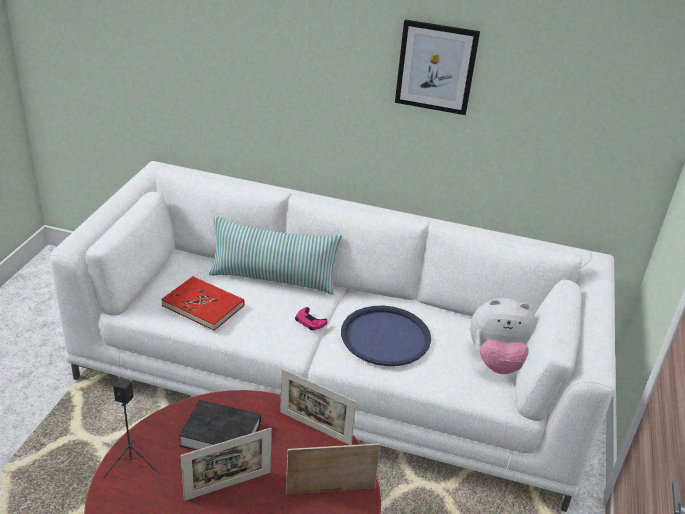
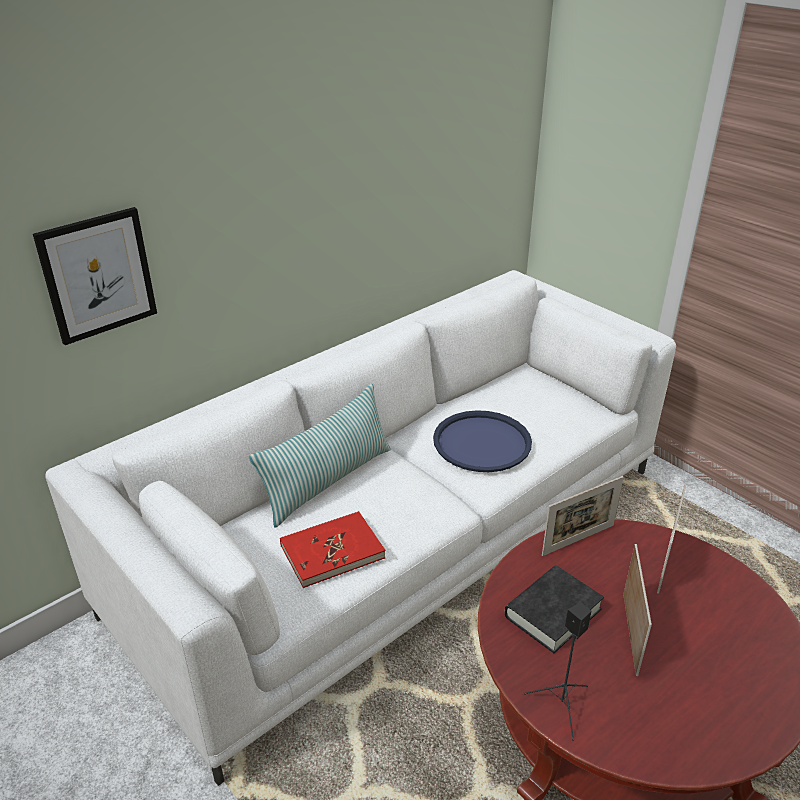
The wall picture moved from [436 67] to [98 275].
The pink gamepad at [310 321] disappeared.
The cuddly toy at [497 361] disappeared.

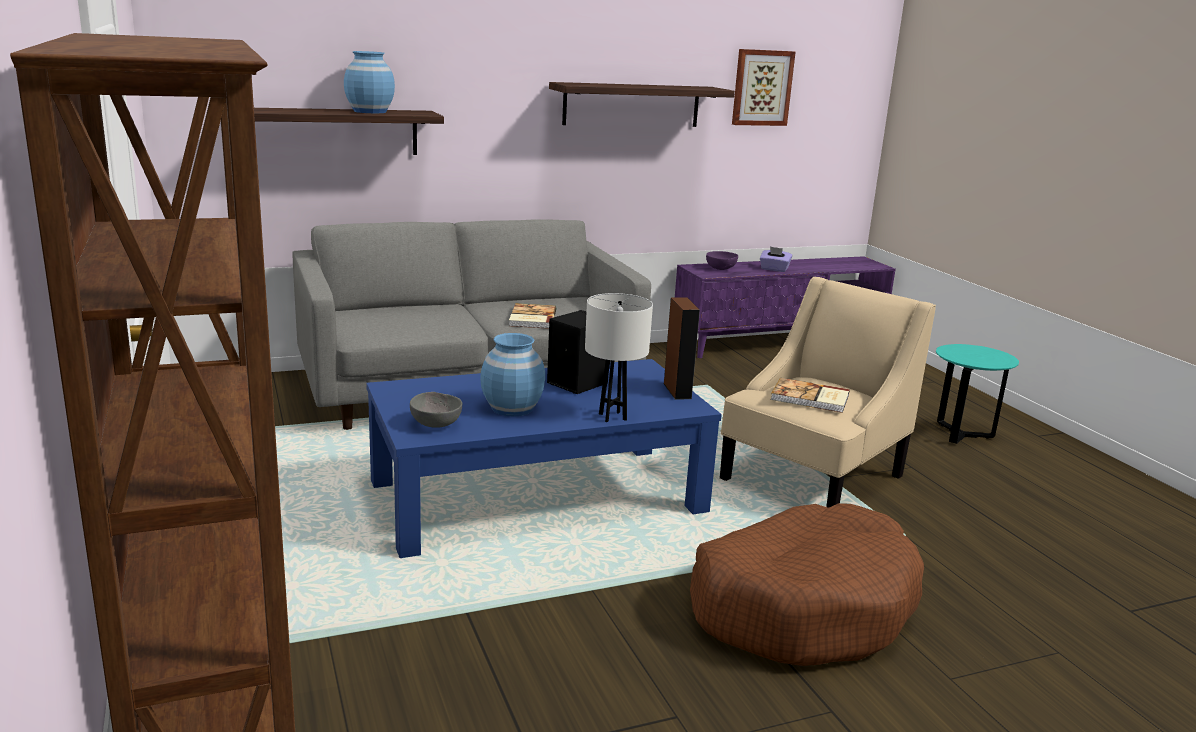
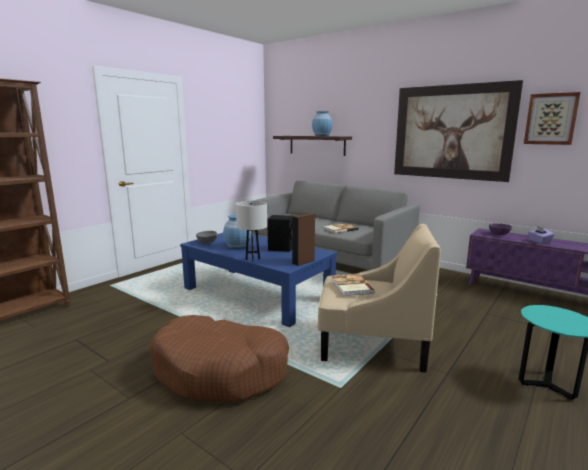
The shelf at [632 105] was replaced by the wall picture at [452 132].

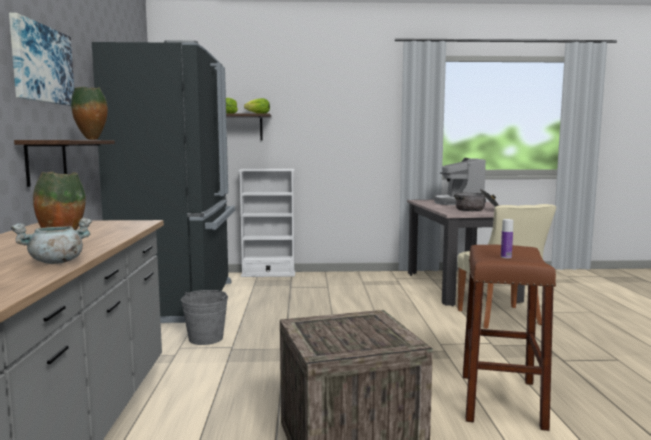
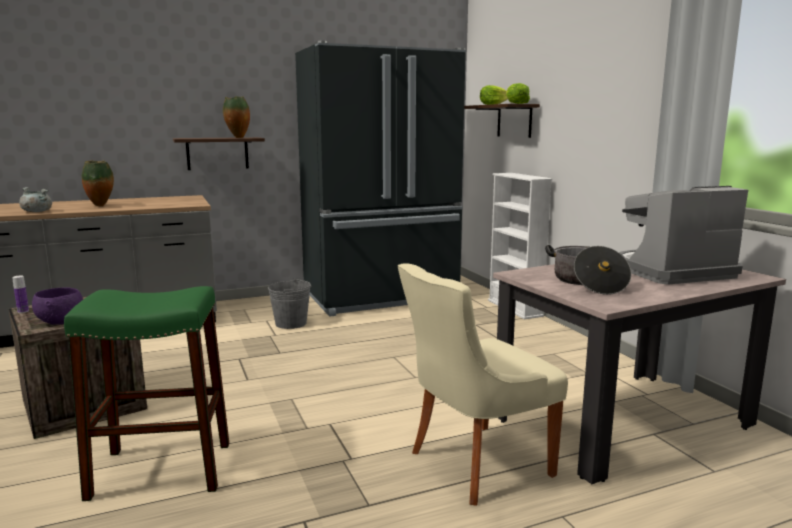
The drink bottle moved from [506 257] to [23 311].
The purplish serving bowl at [61 322] appeared.
The brown stool at [501 400] became the green stool at [162 470].
The wall picture at [41 64] disappeared.

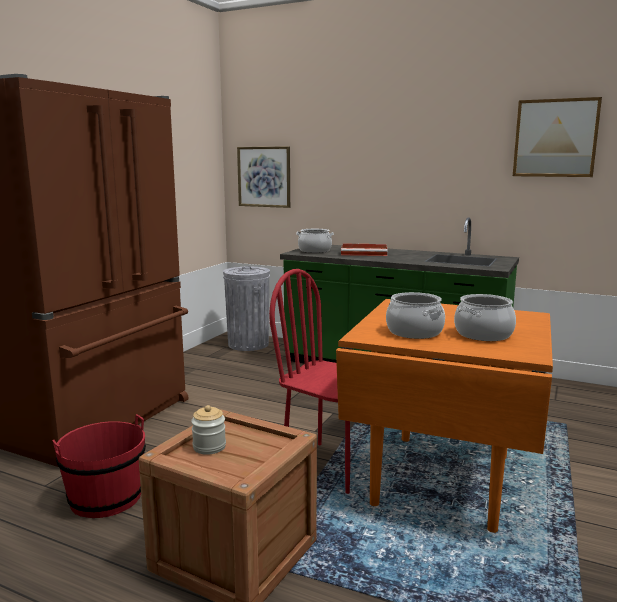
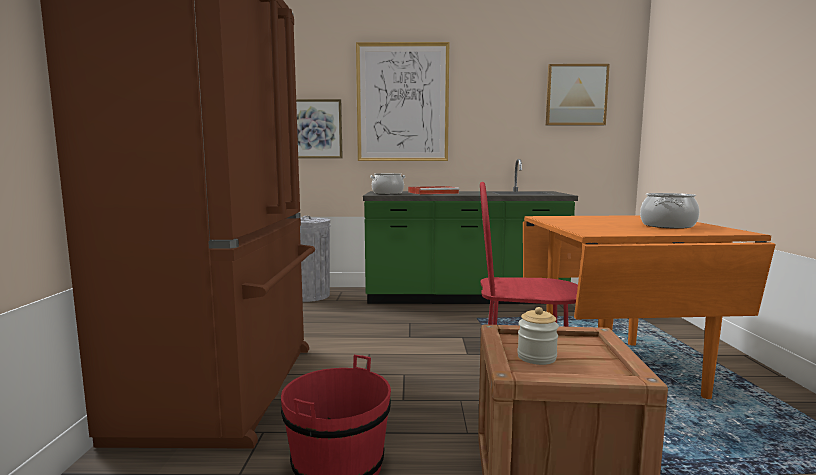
The wall picture at [402 103] appeared.
The saucepot at [414 332] disappeared.

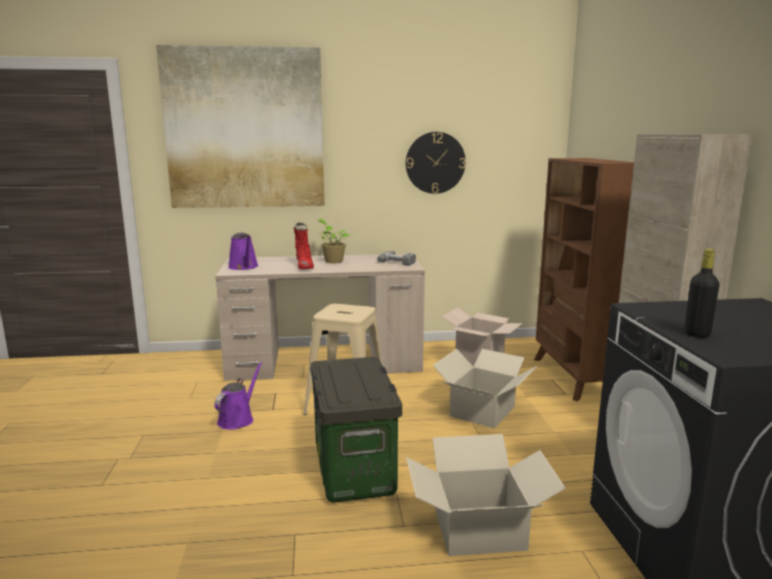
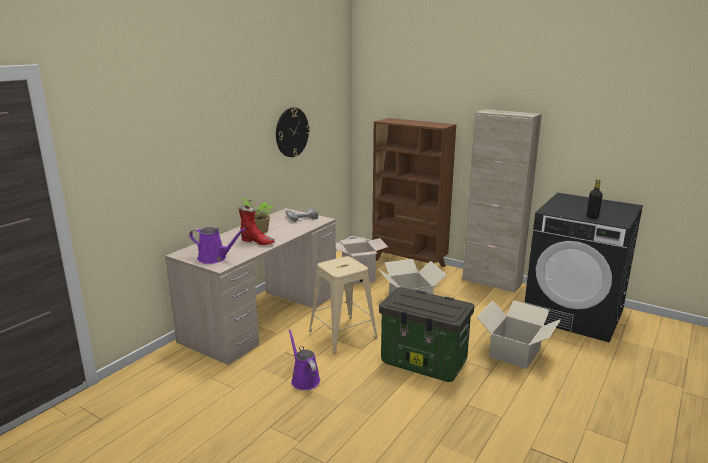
The wall picture at [245 129] disappeared.

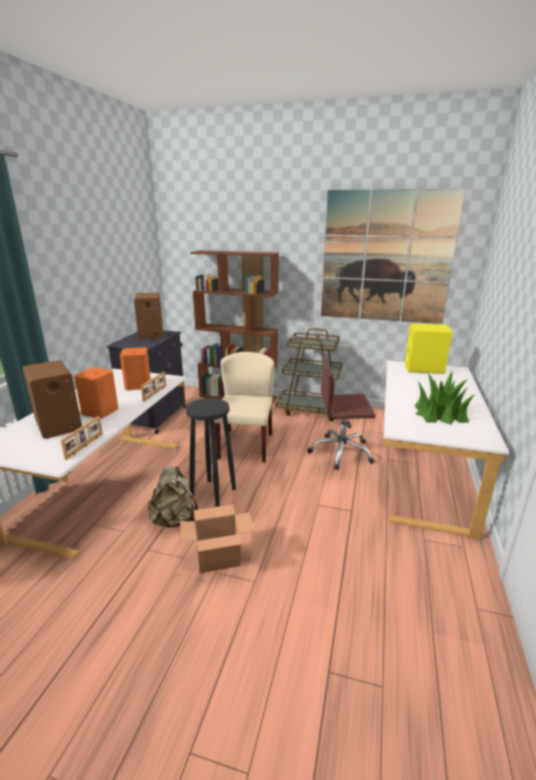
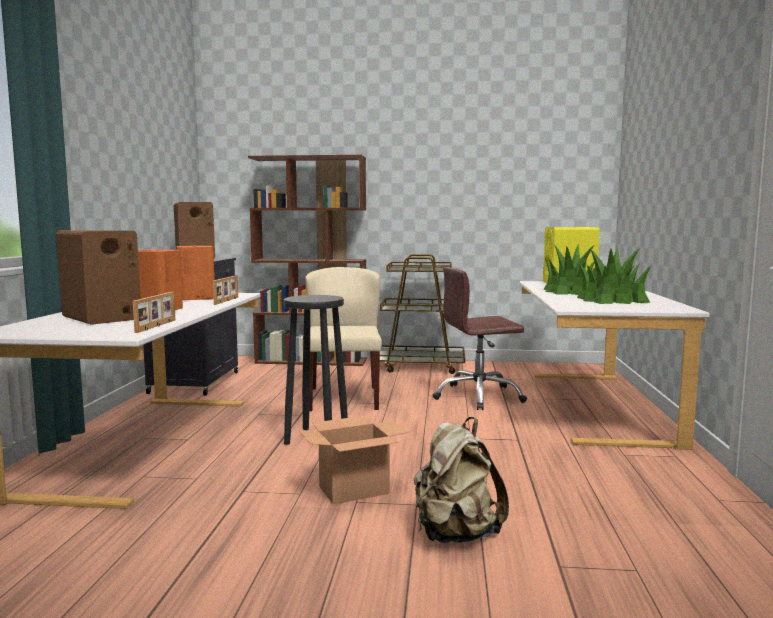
The sand-coloured knapsack moved from [174 520] to [455 535].
The plant in a pot at [571 291] appeared.
The wall picture at [386 258] disappeared.

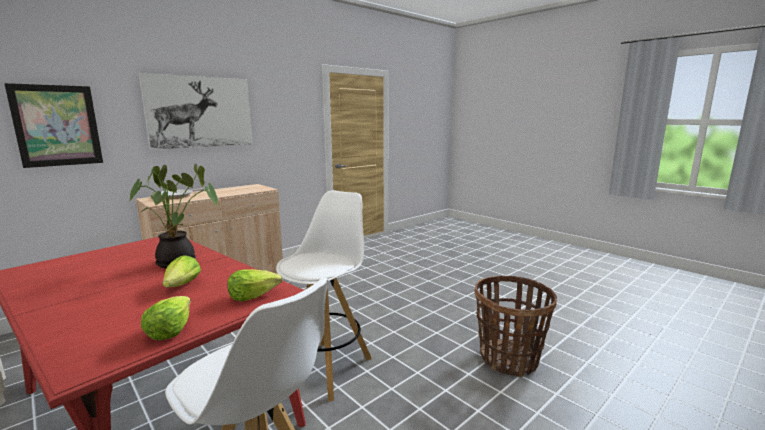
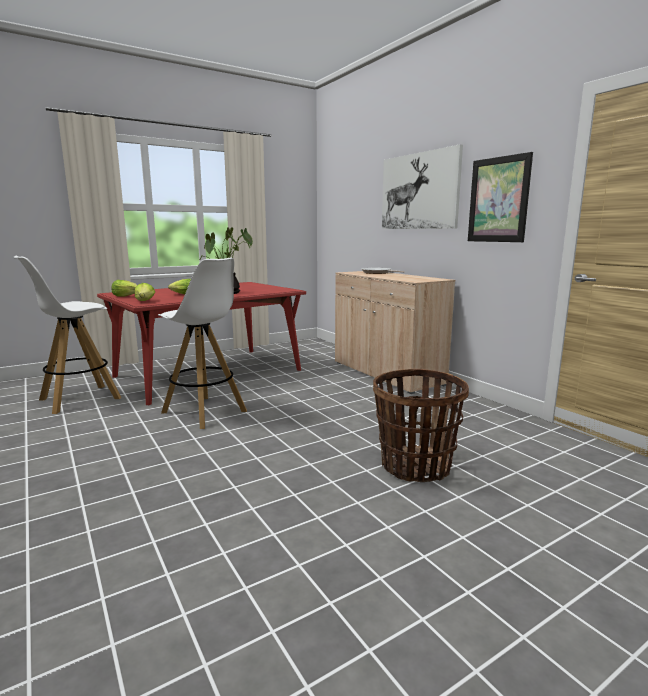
The storage basket moved from [509 359] to [415 466].
The wall picture moved from [57 126] to [498 200].

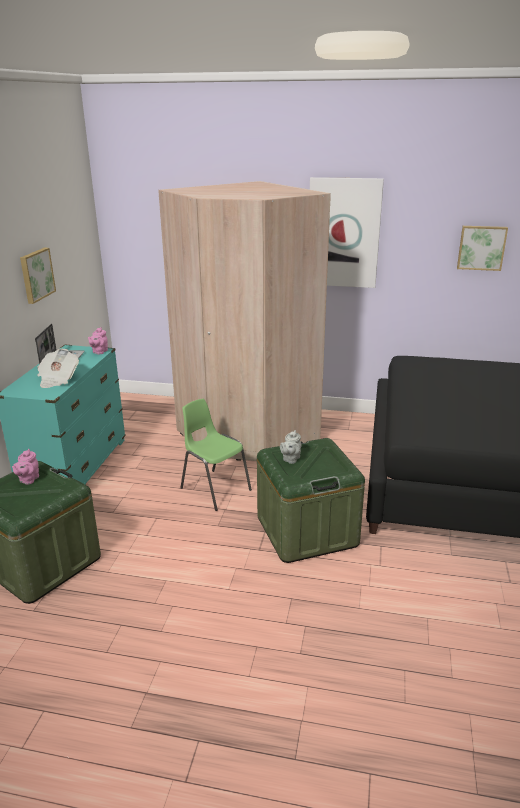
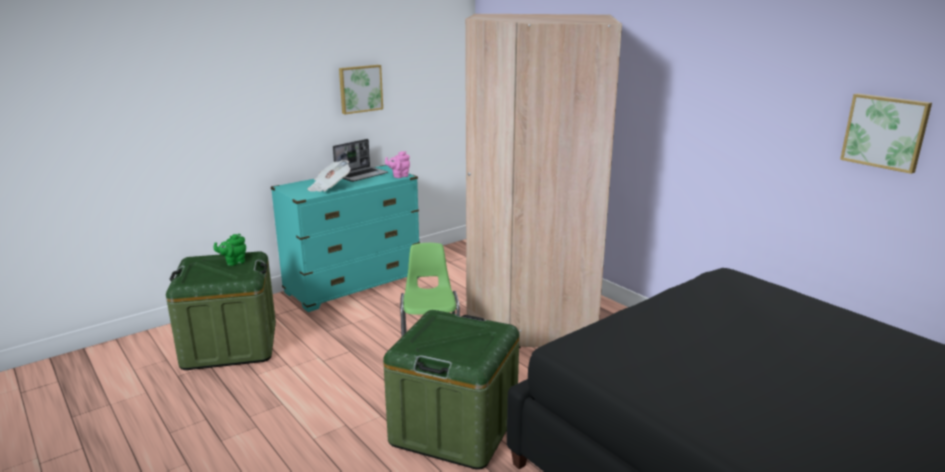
The pink tea pot at [28 480] became the green tea pot at [234 262].
The grey tea pot at [290 459] disappeared.
The wall picture at [343 233] disappeared.

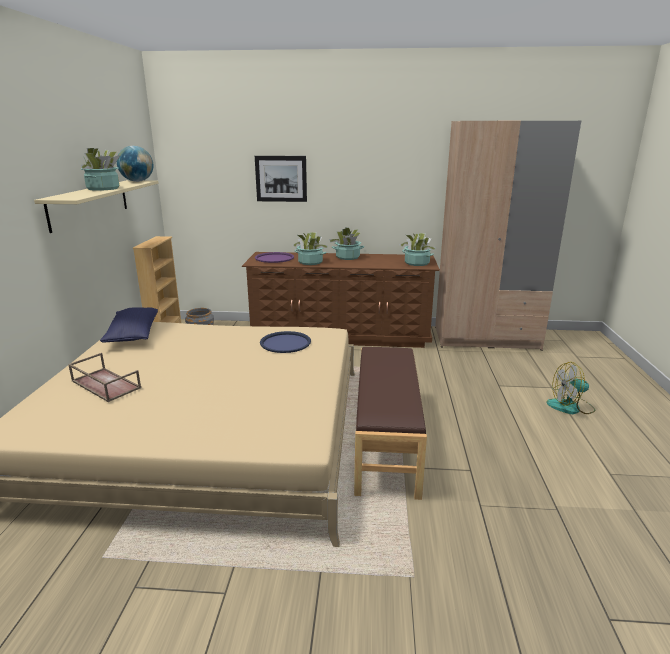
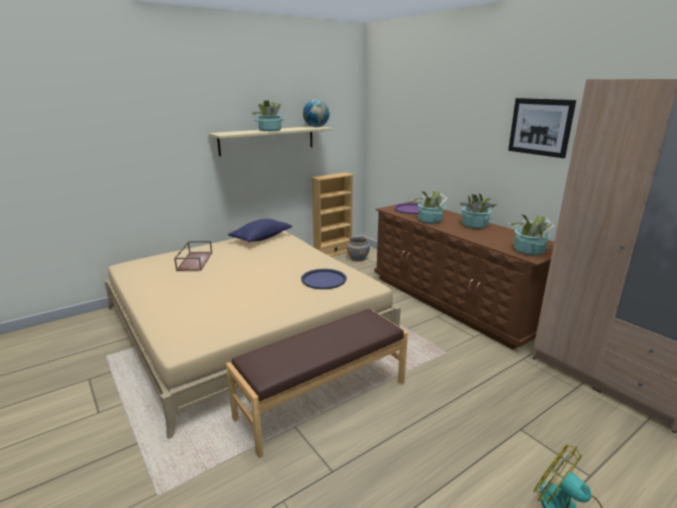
The wall picture moved from [281 178] to [540 127].

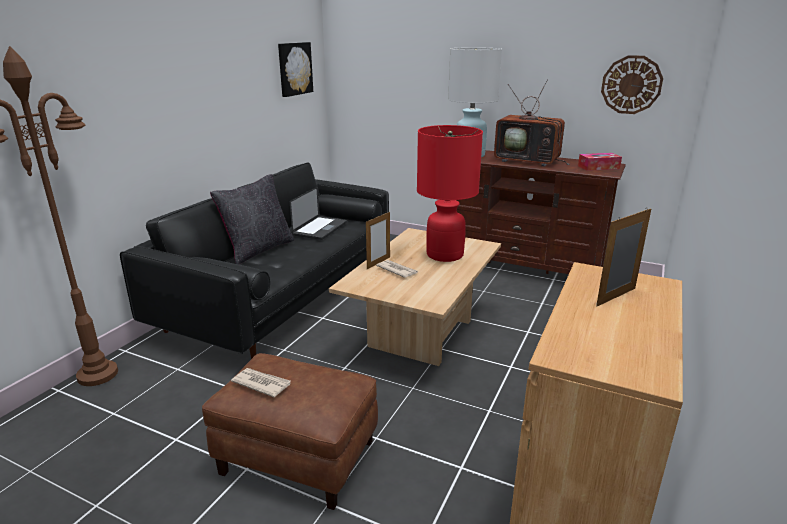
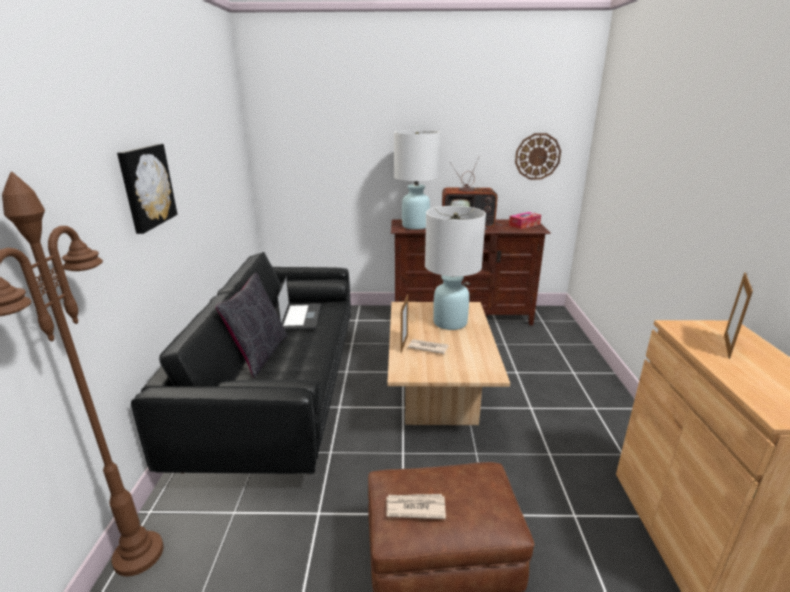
The wall picture moved from [294 69] to [146 187].
The red table lamp at [444 255] became the whitish table lamp at [450 322].

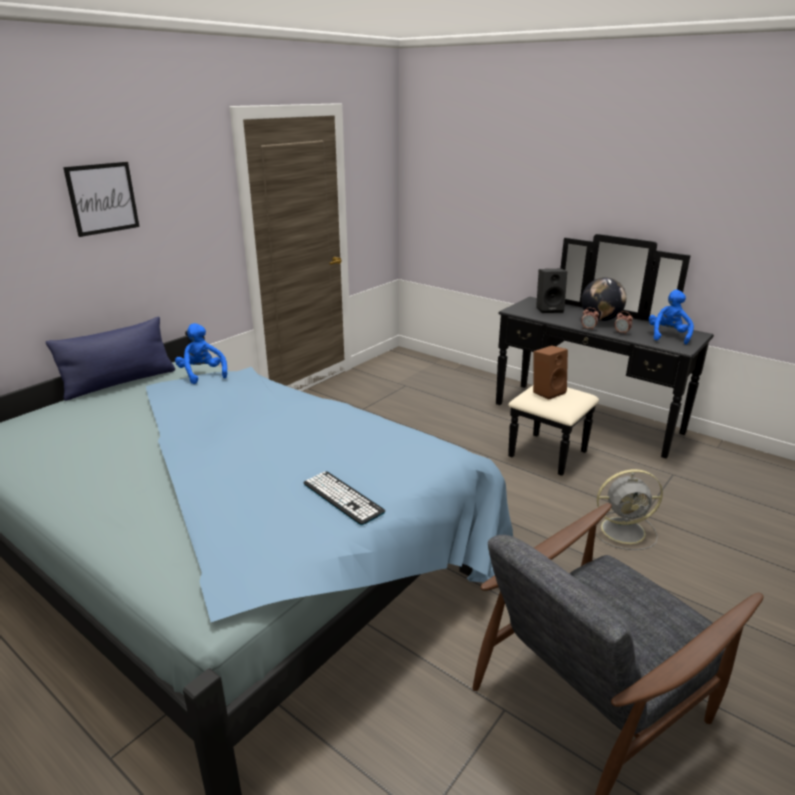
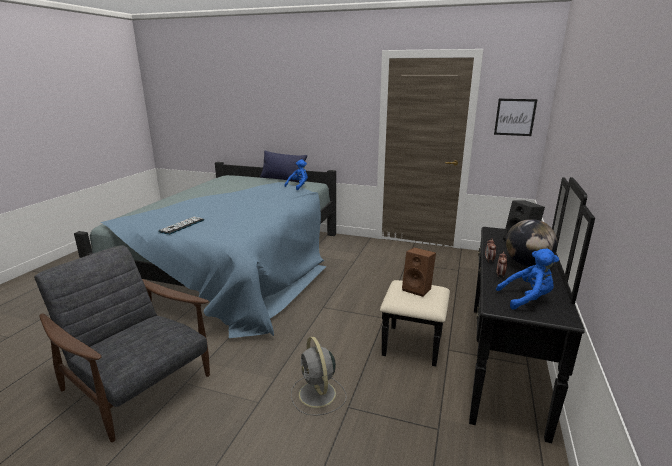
The wall picture moved from [102 198] to [515 117].

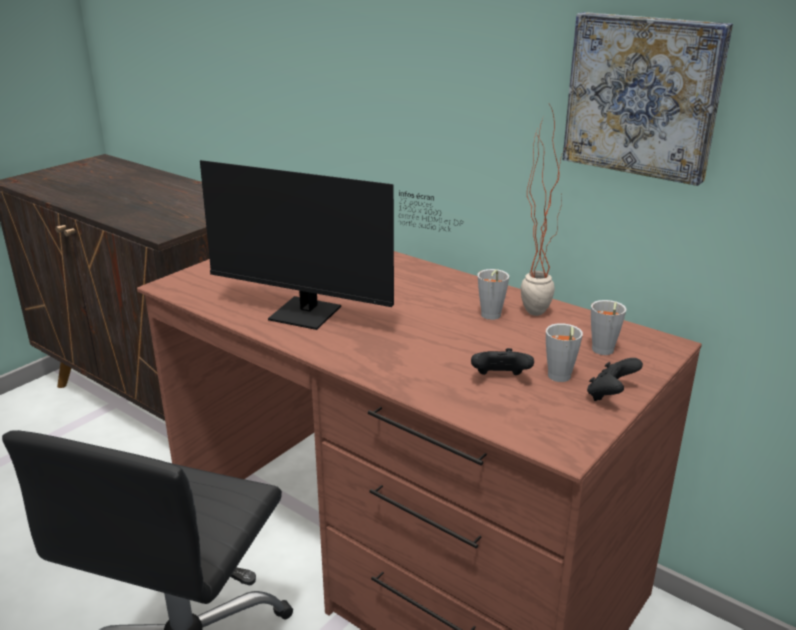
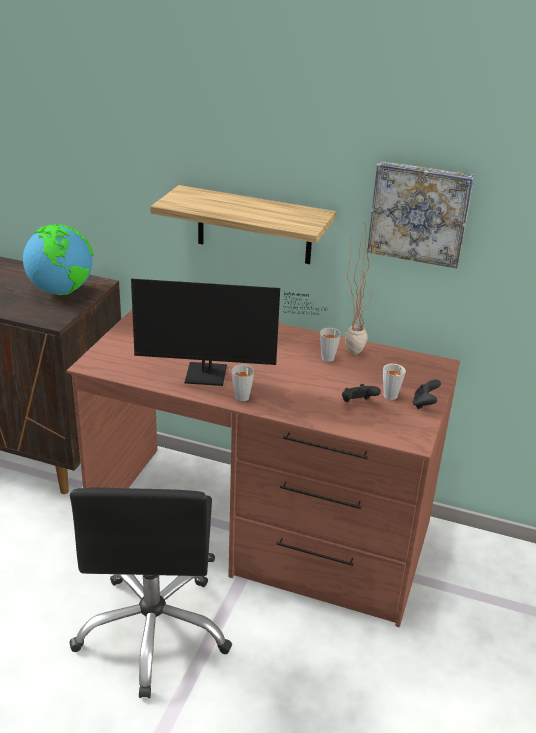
The globe at [61 291] appeared.
The shelf at [254 225] appeared.
The grey small cup moved from [602 352] to [242 399].

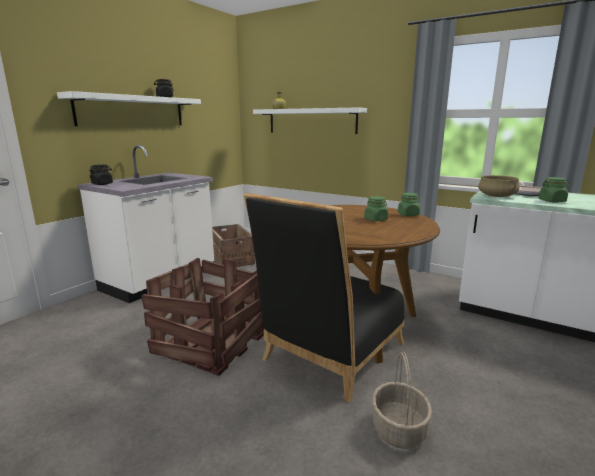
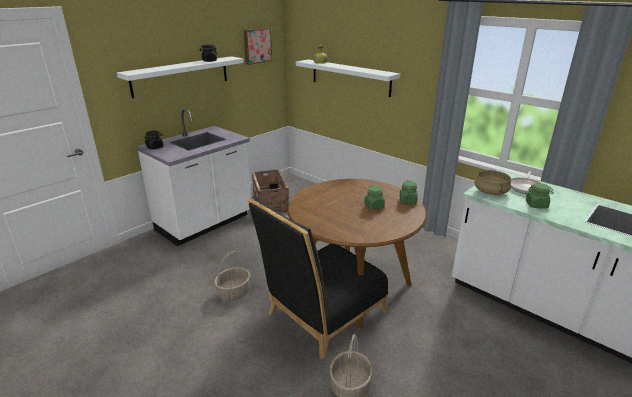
The crate at [211 342] was replaced by the storage basket at [234 292].
The wall picture at [257 45] appeared.

